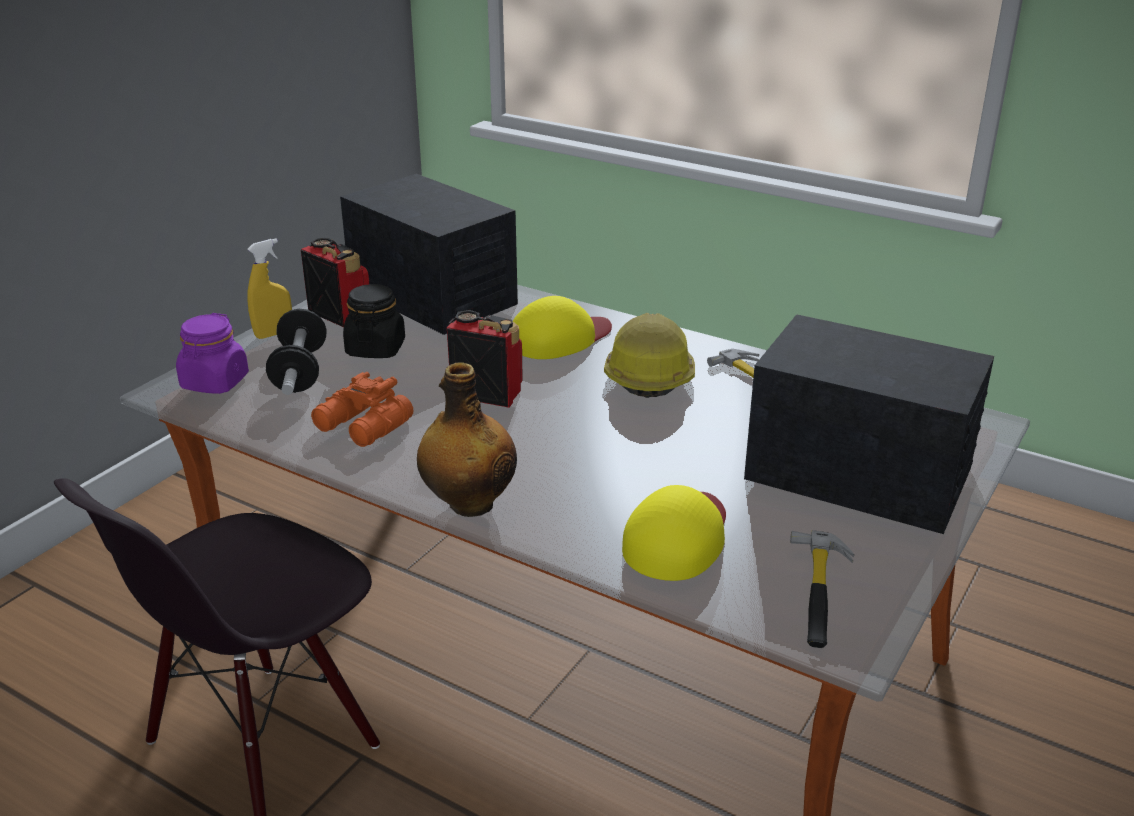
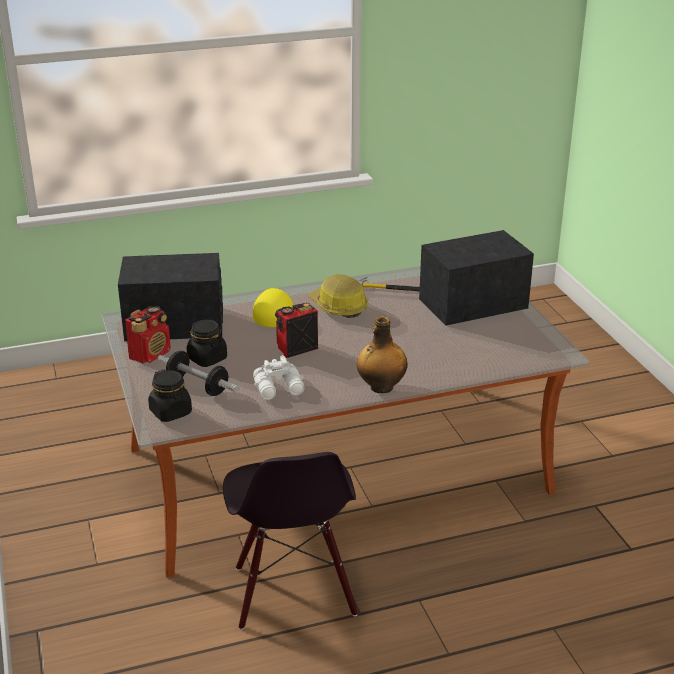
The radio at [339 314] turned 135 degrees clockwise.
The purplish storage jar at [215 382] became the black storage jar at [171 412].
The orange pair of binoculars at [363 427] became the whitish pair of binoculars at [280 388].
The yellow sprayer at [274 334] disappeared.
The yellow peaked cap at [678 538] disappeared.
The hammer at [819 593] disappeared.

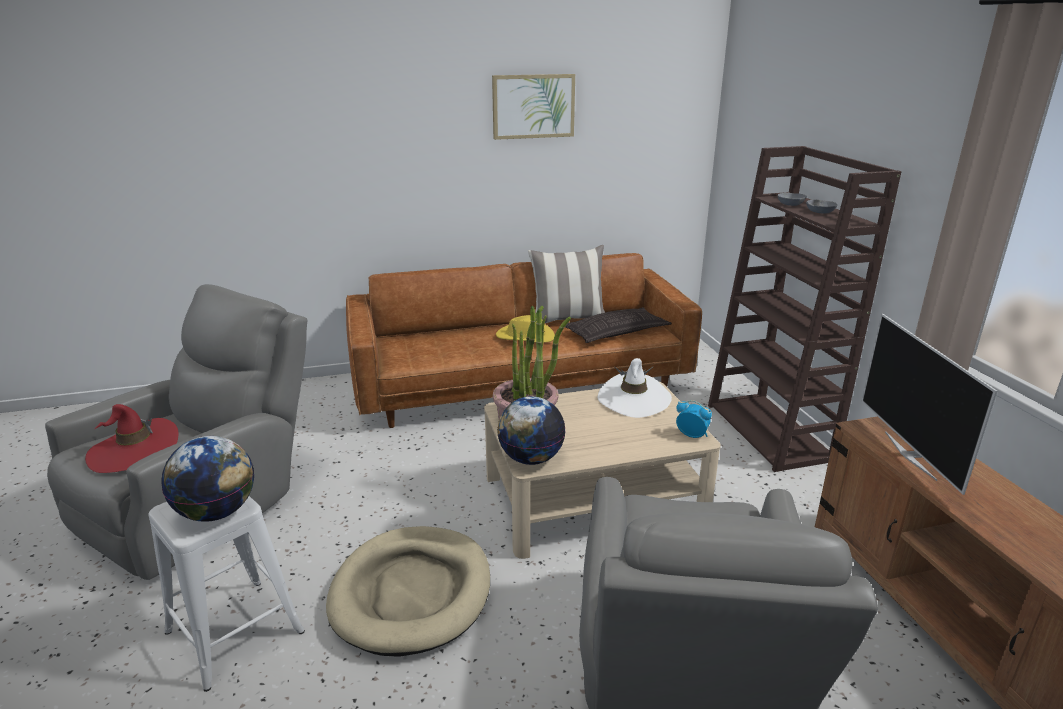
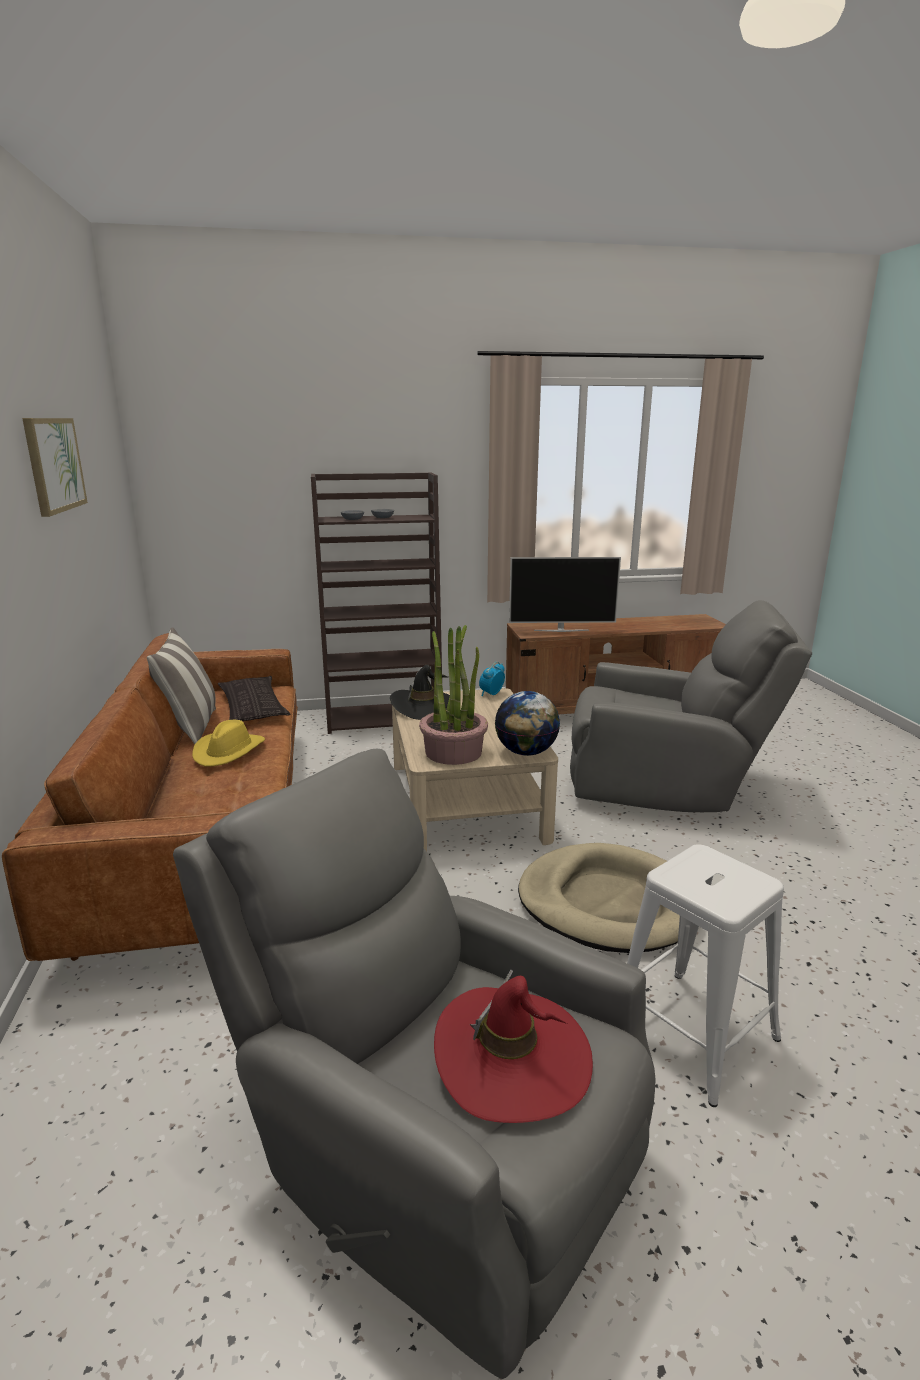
The whitish clothing hat at [634 399] became the black clothing hat at [425 707].
The globe at [217 512] disappeared.

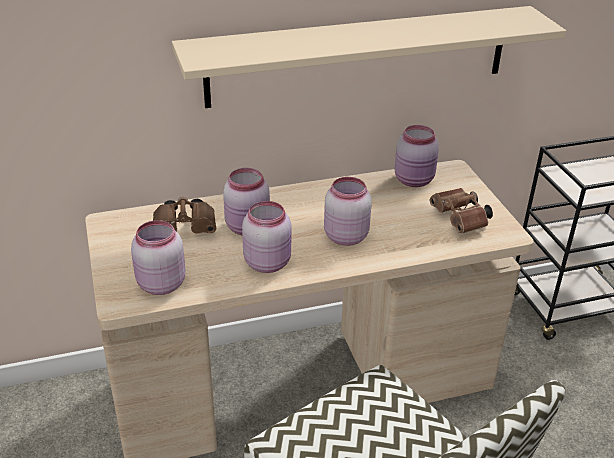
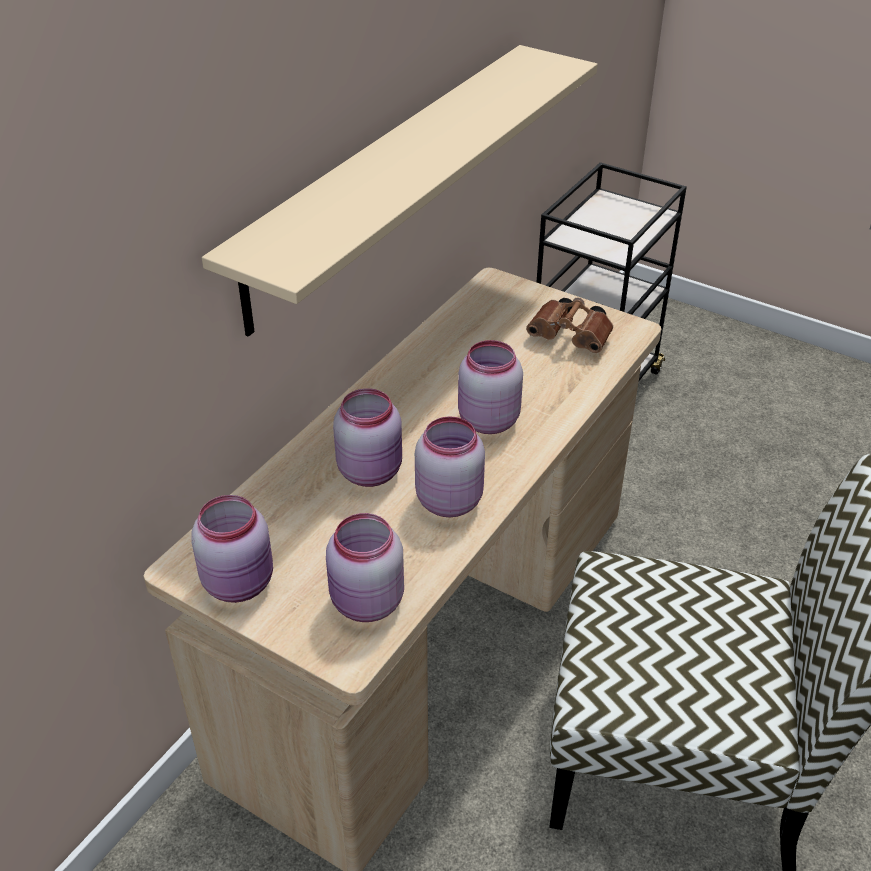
The pink storage jar moved from [415 180] to [241 582].
The brown pair of binoculars at [186 228] disappeared.

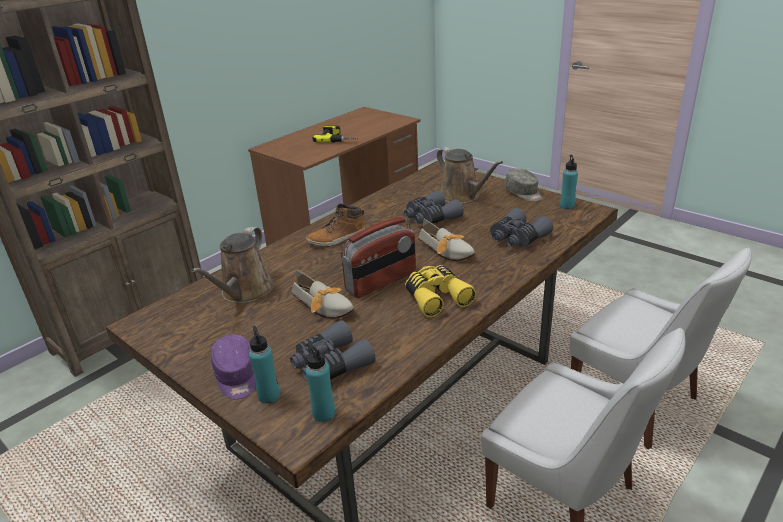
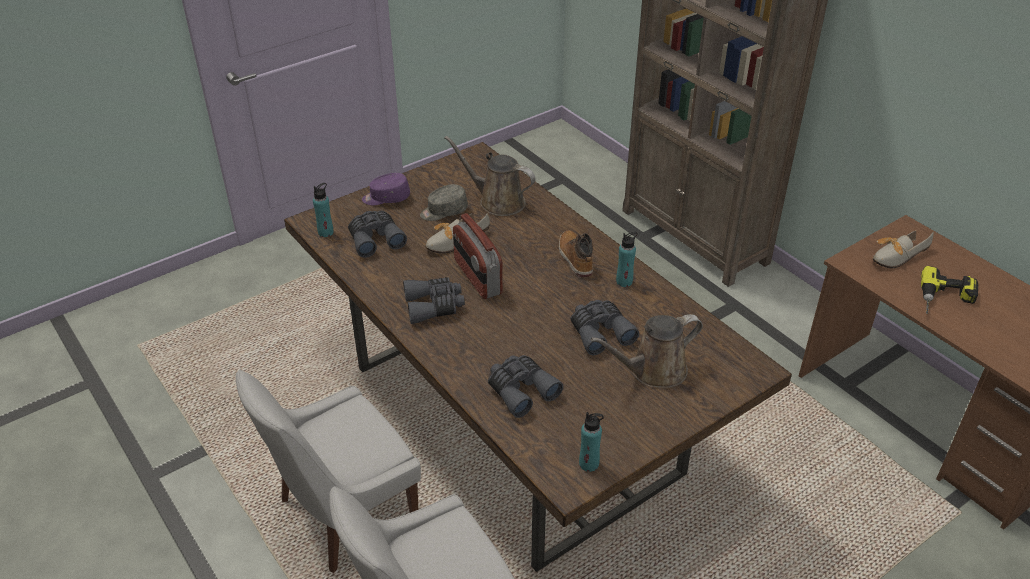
The yellow pair of binoculars at [436 297] became the grey pair of binoculars at [434 306].
The grey peaked cap moved from [523 193] to [443 211].
The turquoise-coloured drink bottle moved from [269 395] to [624 281].
The shoe moved from [448 251] to [895 257].

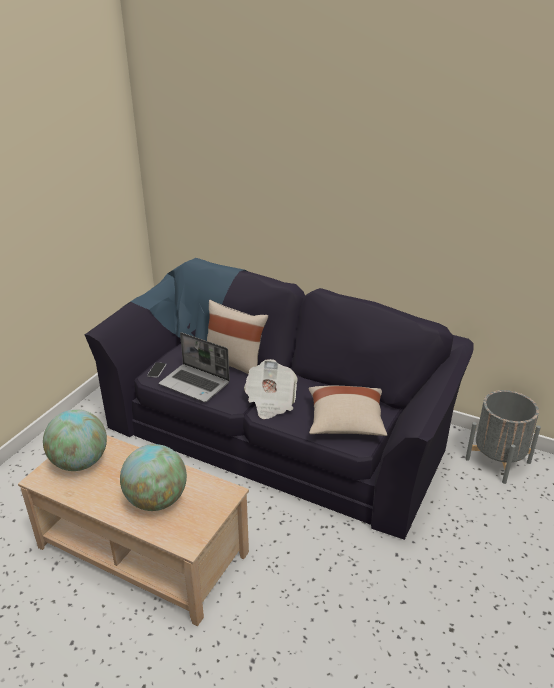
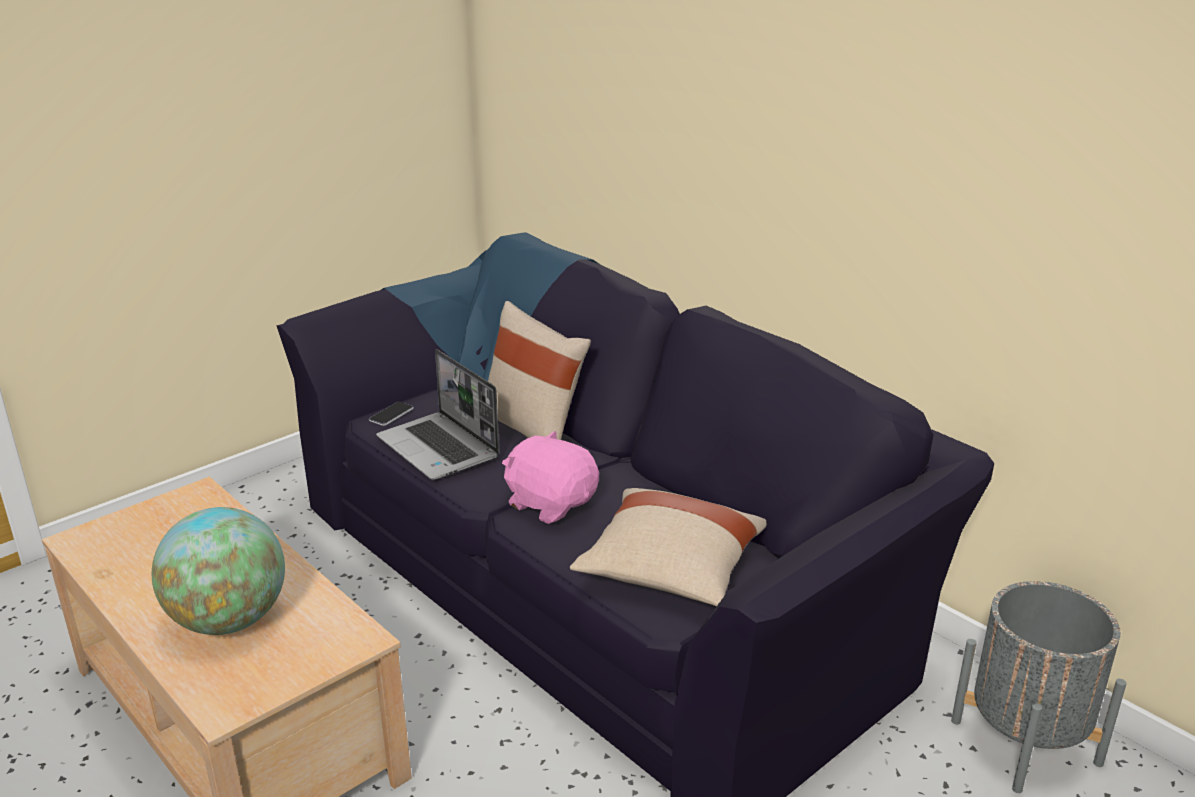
The newspaper at [270 401] was replaced by the pink cuddly toy at [551 503].
The globe at [80 462] disappeared.

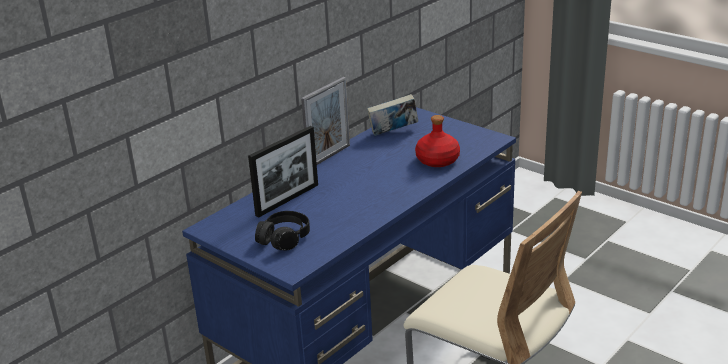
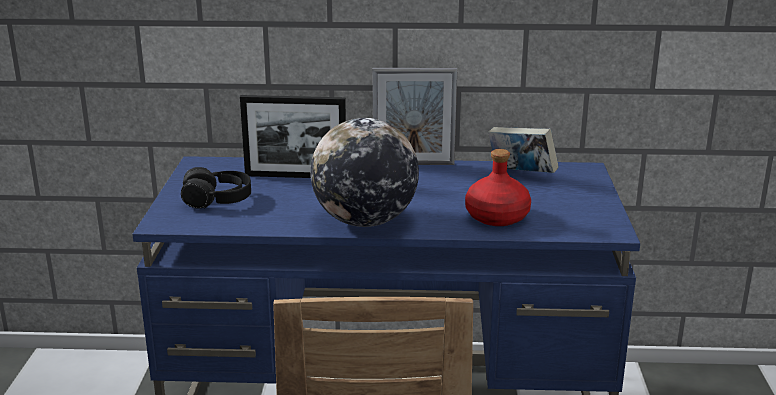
The globe at [365 221] appeared.

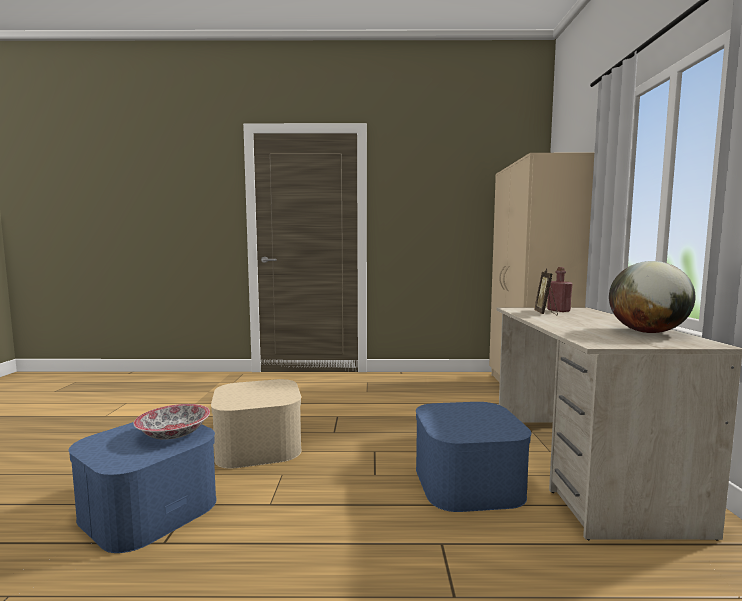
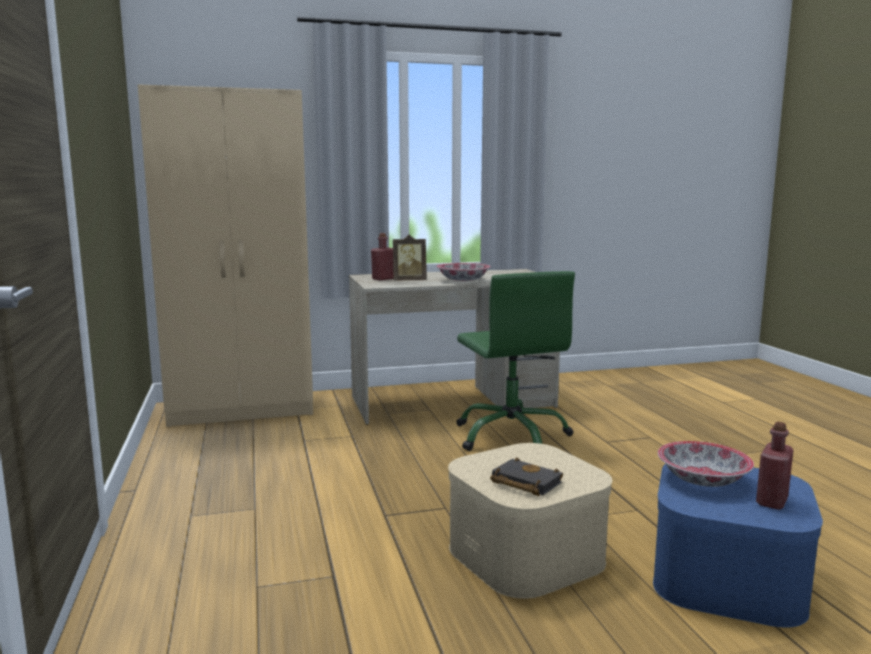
The serving bowl at [463 280] appeared.
The bluish storage container at [467 481] was replaced by the green office chair at [512 436].
The black volume at [523 483] appeared.
The red drink bottle at [772 501] appeared.
The globe at [647 332] disappeared.

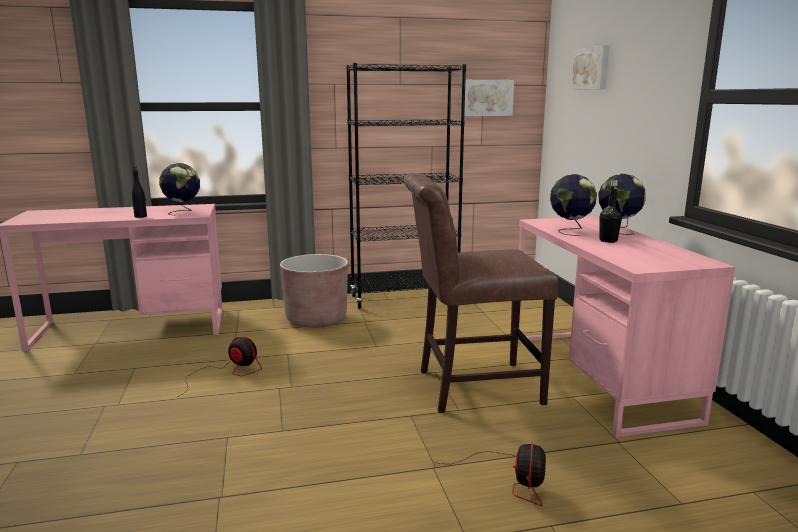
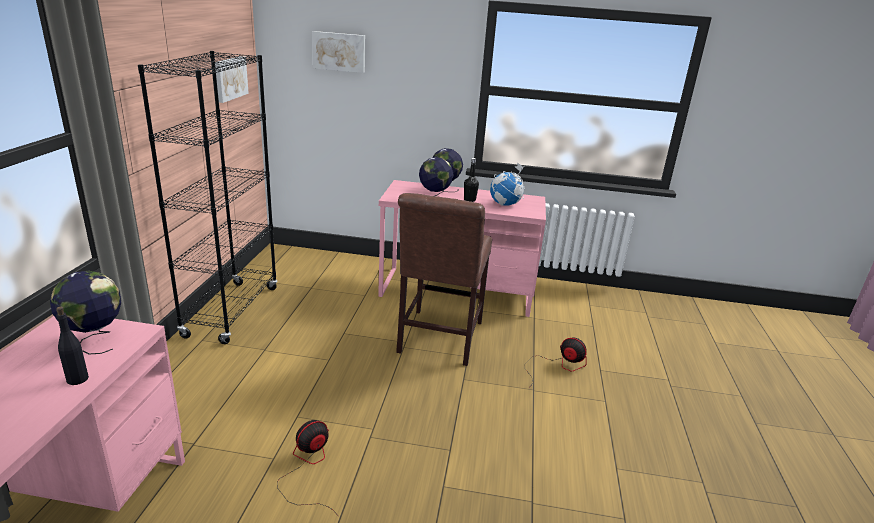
The globe at [505 204] appeared.
The brown flower pot at [316 319] disappeared.

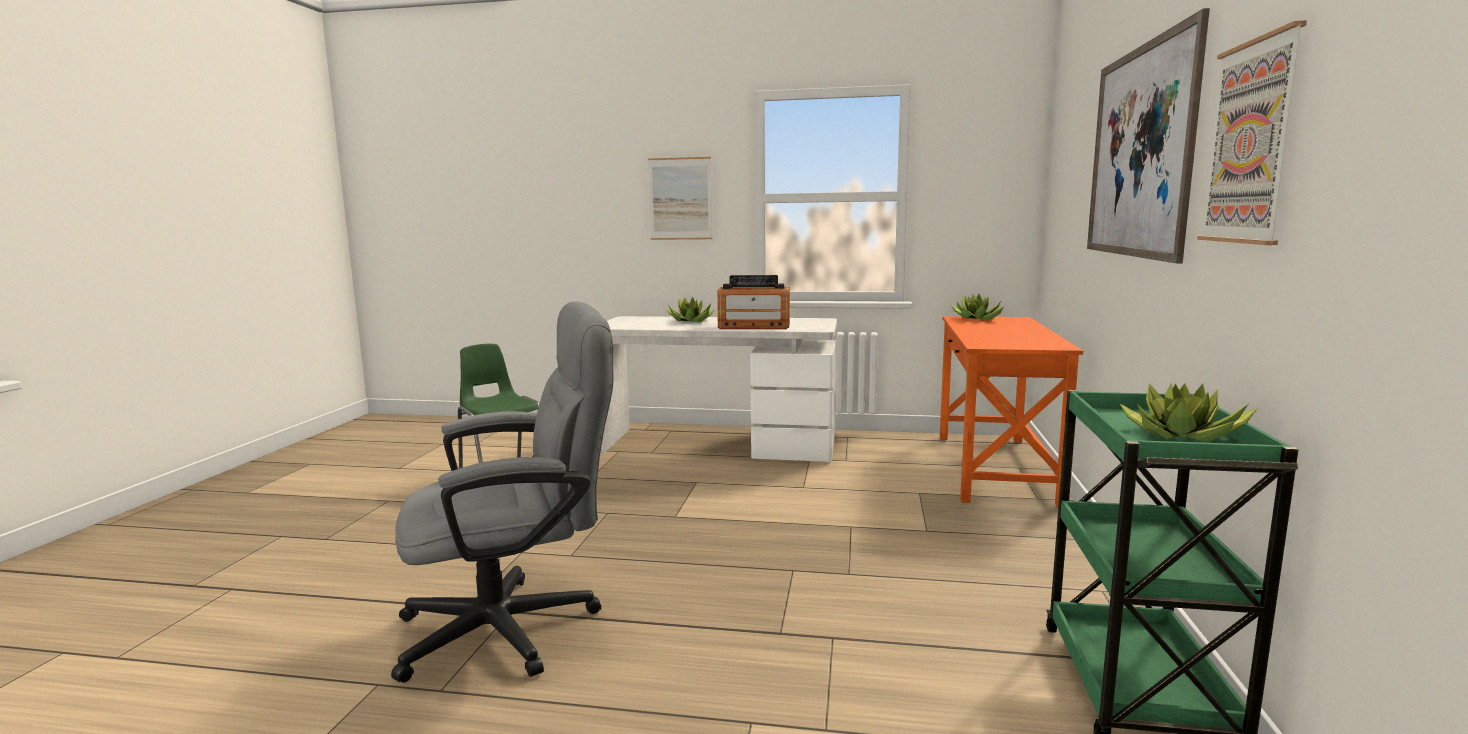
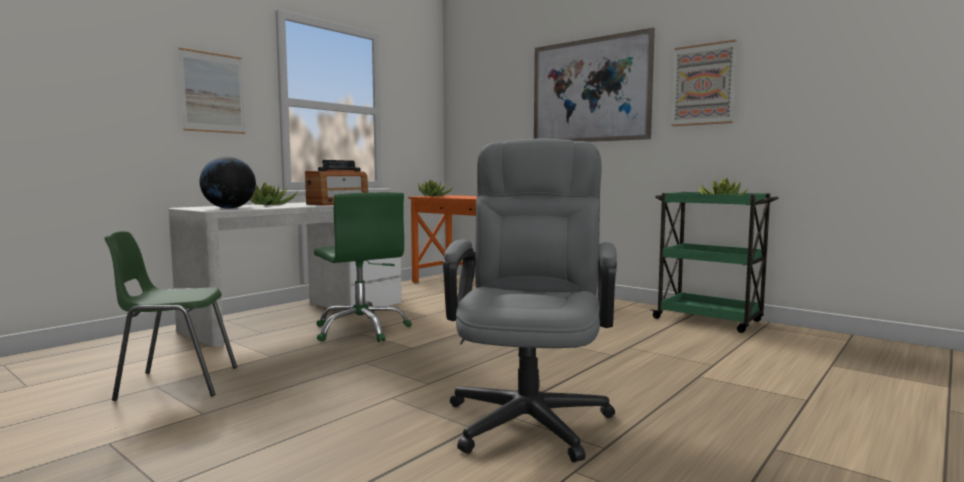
The globe at [229 208] appeared.
The green office chair at [361 330] appeared.

